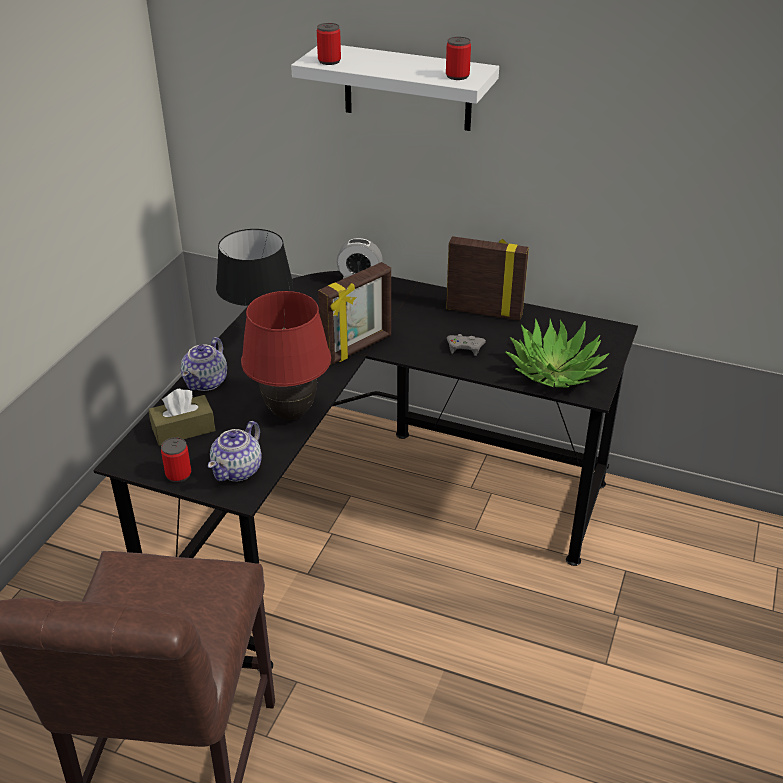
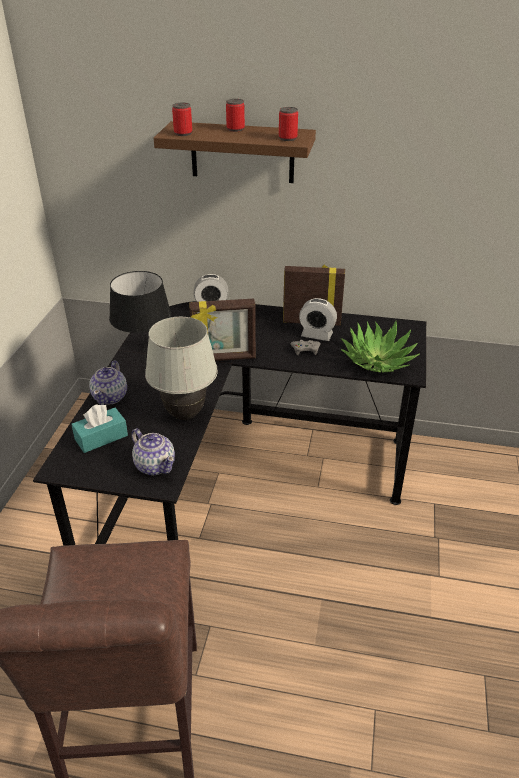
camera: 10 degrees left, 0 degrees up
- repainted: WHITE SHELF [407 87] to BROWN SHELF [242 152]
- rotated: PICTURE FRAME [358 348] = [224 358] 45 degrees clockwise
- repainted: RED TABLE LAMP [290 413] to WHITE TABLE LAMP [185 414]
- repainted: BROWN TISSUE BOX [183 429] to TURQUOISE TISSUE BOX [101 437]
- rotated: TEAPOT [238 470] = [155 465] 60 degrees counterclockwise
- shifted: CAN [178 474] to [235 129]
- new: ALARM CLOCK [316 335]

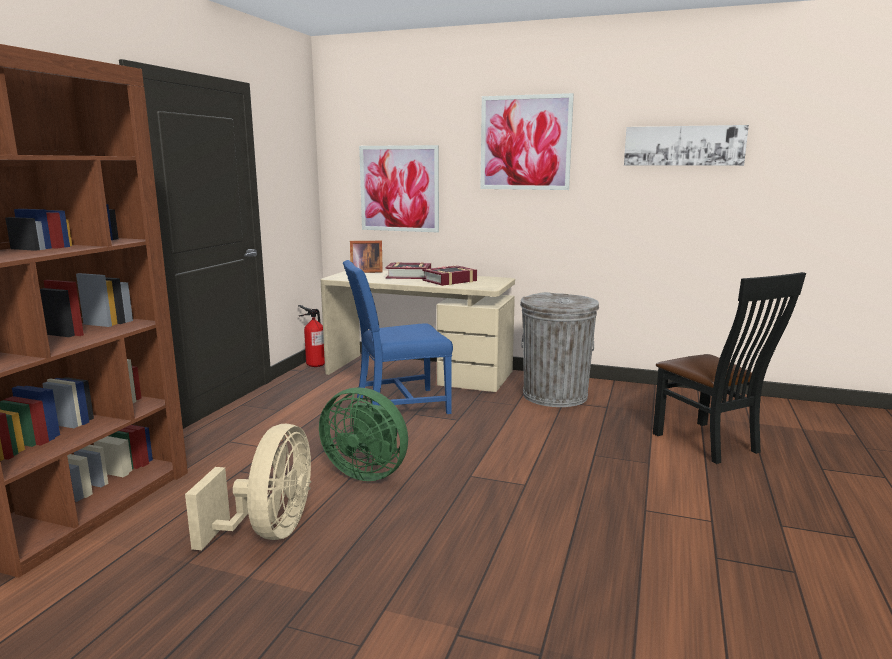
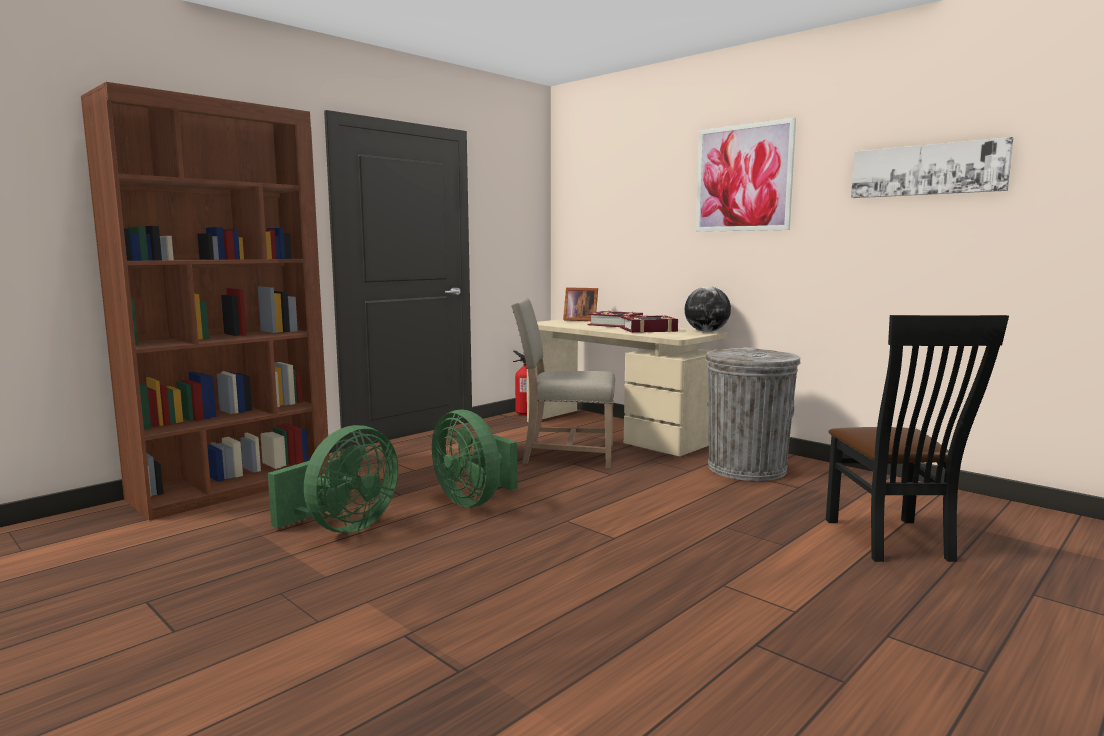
camera: 25 degrees right, 5 degrees down
- gone: PICTURE [399 188]
- repainted: BLUE CHAIR [398 406] to BEIGE CHAIR [565 455]
- repainted: BEIGE FAN [269 531] to GREEN FAN [343 527]
- new: GLOBE [706 331]

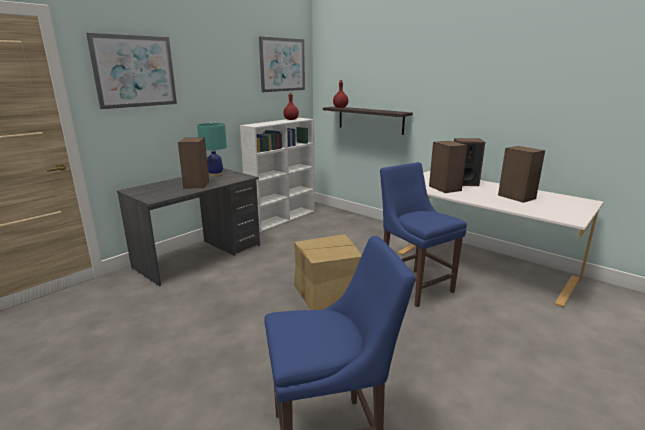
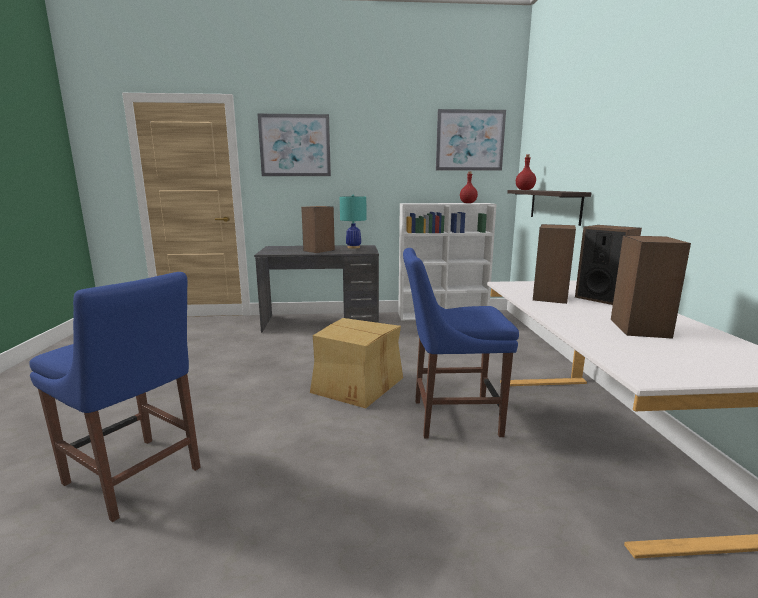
camera: 45 degrees right, 5 degrees down
- rotated: BLUE CHAIR [414 285] = [450 417] 105 degrees counterclockwise

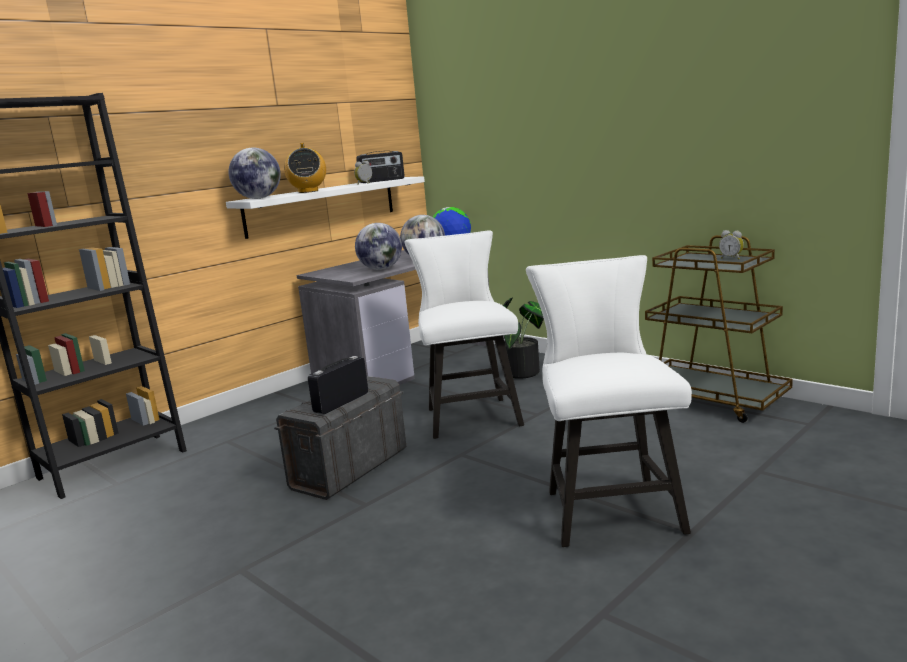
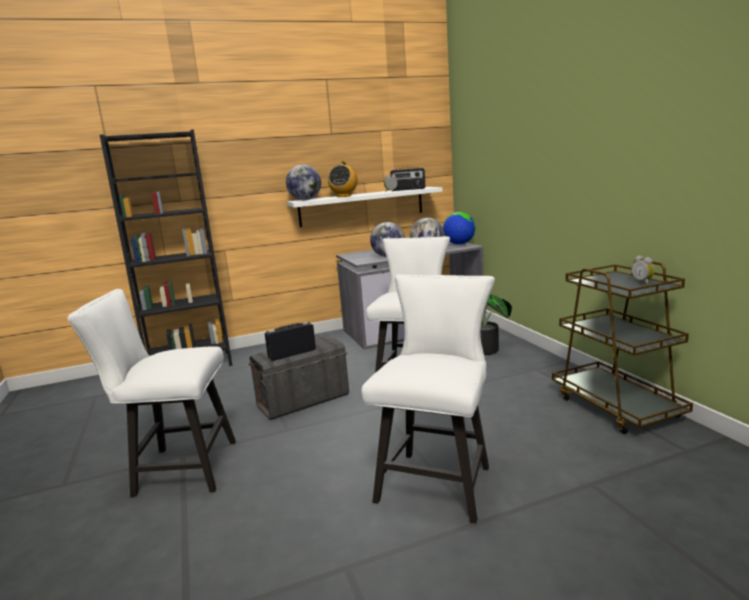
camera: 25 degrees right, 0 degrees up
- new: WHITE CHAIR [178 469]

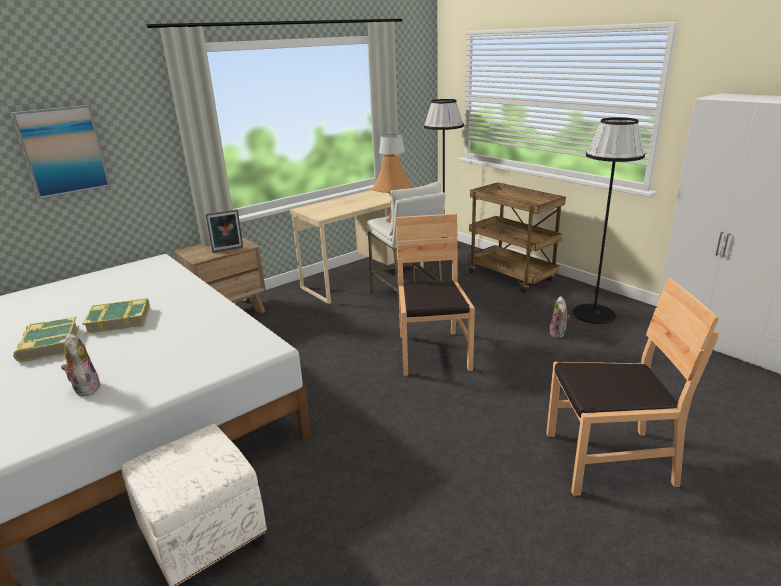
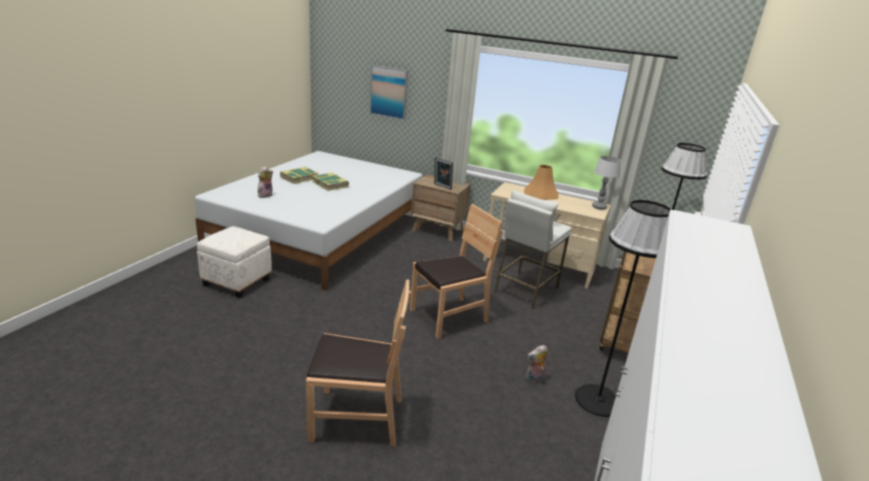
camera: 60 degrees right, 0 degrees up
- rotated: BROWN CHAIR [608 460] = [356 418] 60 degrees counterclockwise

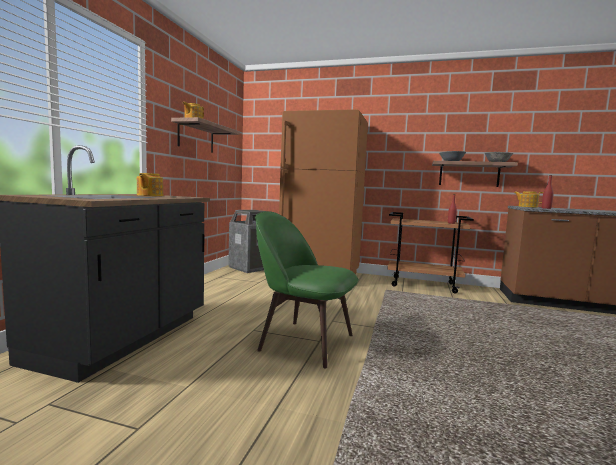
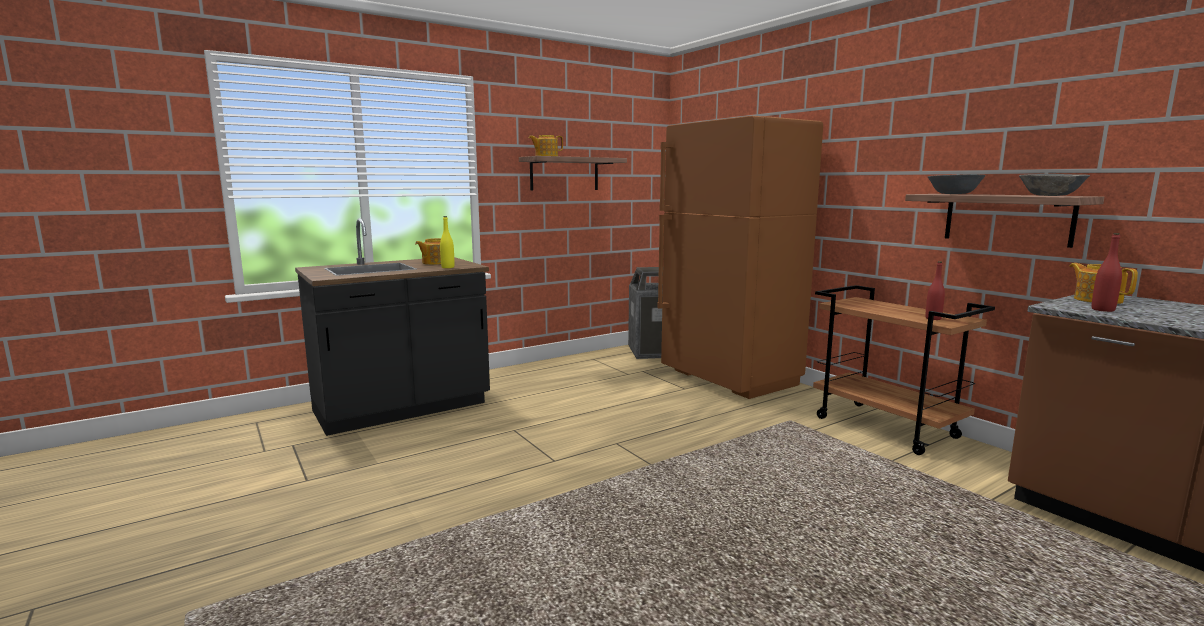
camera: 40 degrees right, 5 degrees up
- gone: GREEN CHAIR [303 341]
- new: YELLOW BOTTLE [447 267]

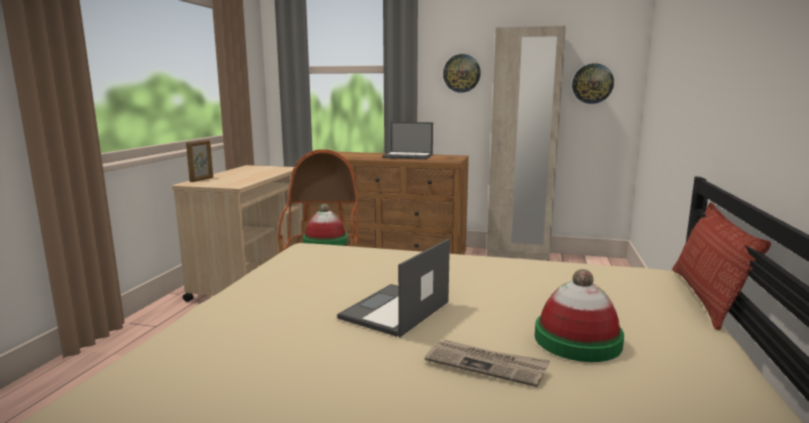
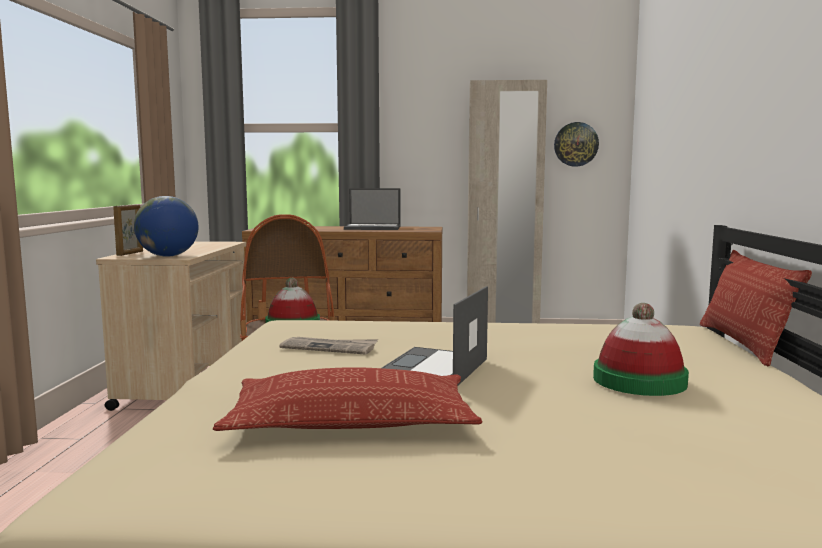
camera: 10 degrees left, 5 degrees down
- gone: WALL CLOCK [461 73]
- shifted: NEWSPAPER [486 364] to [329 348]
- new: GLOBE [168 256]
- new: PILLOW [351 420]

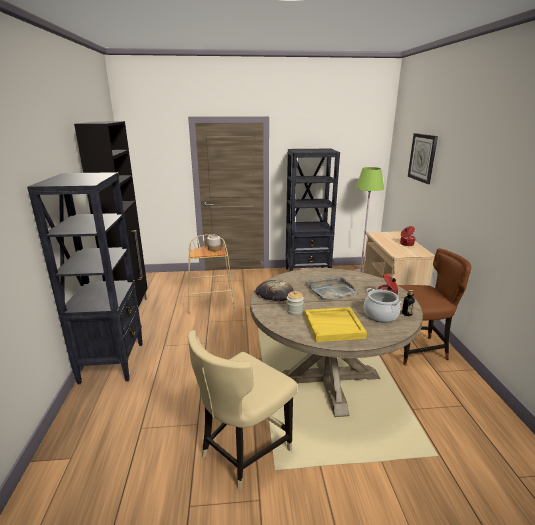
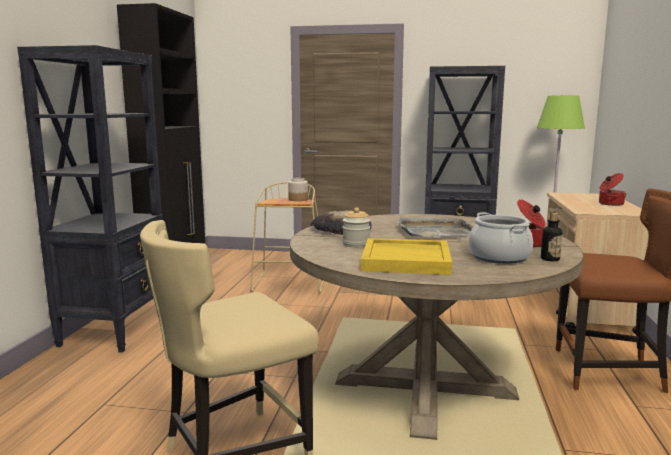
camera: 15 degrees right, 10 degrees down
- gone: WALL CLOCK [422 157]

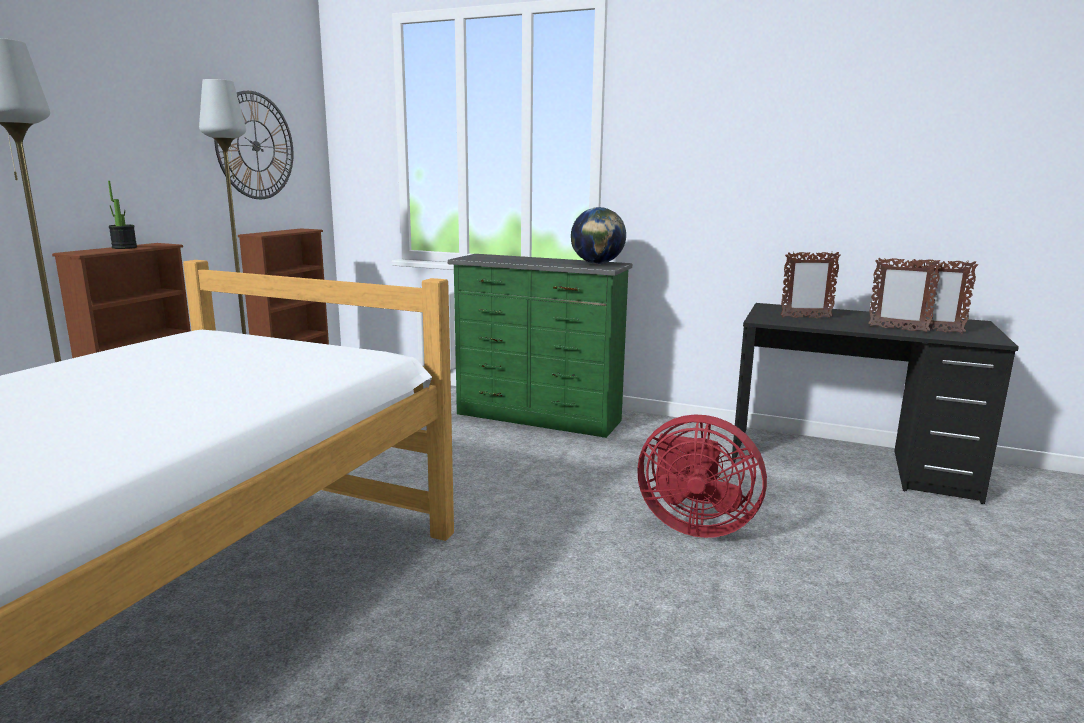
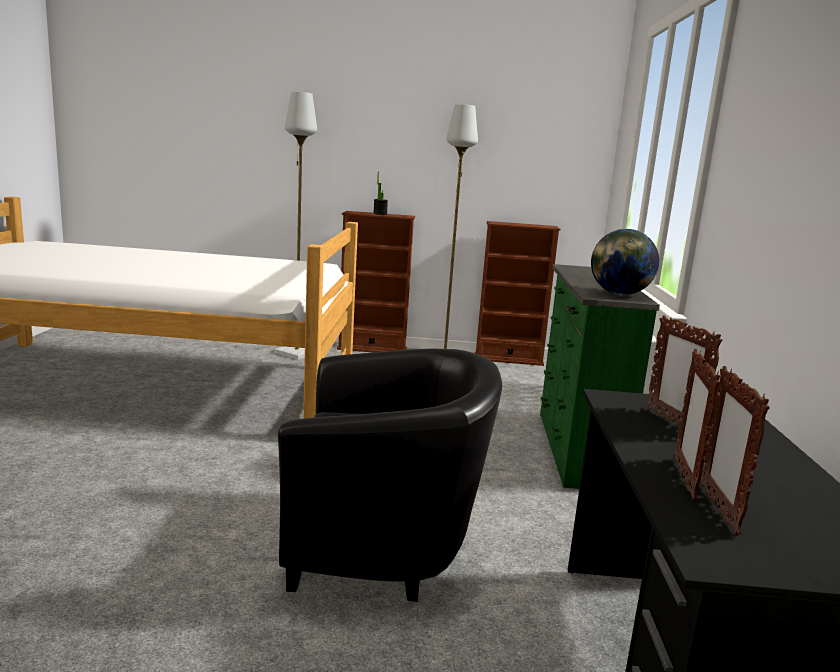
camera: 70 degrees right, 0 degrees up
- gone: WALL CLOCK [256 146]
- swapped: RED FAN [693 525] to BLACK ARMCHAIR [385 545]

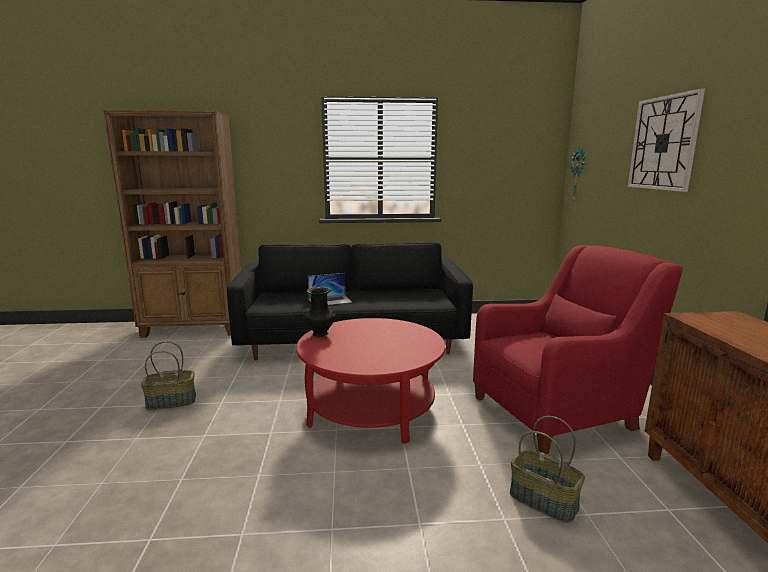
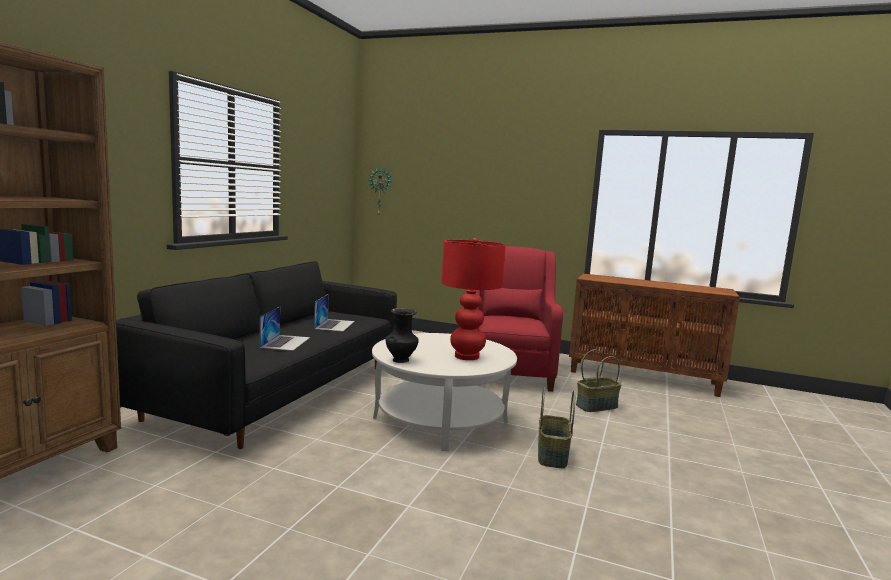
camera: 65 degrees left, 5 degrees down
- gone: WALL CLOCK [663 143]
- repainted: RED COFFEE TABLE [371 408] to WHITE COFFEE TABLE [440 419]
- shifted: BASKET [172 401] to [551 455]
- new: RED TABLE LAMP [467 356]
- new: LAPTOP [334 325]

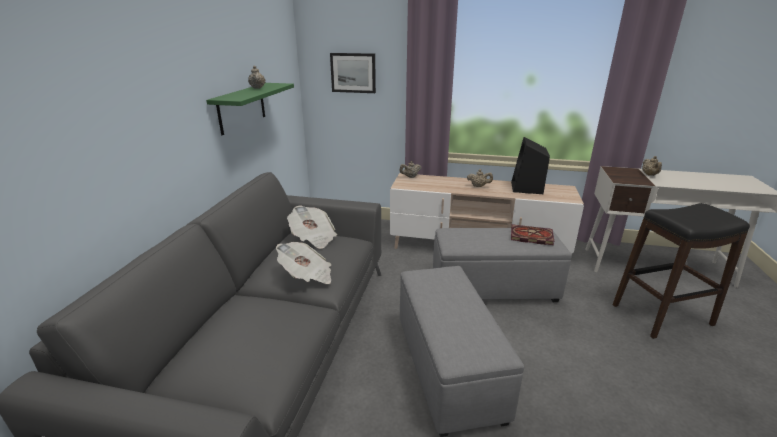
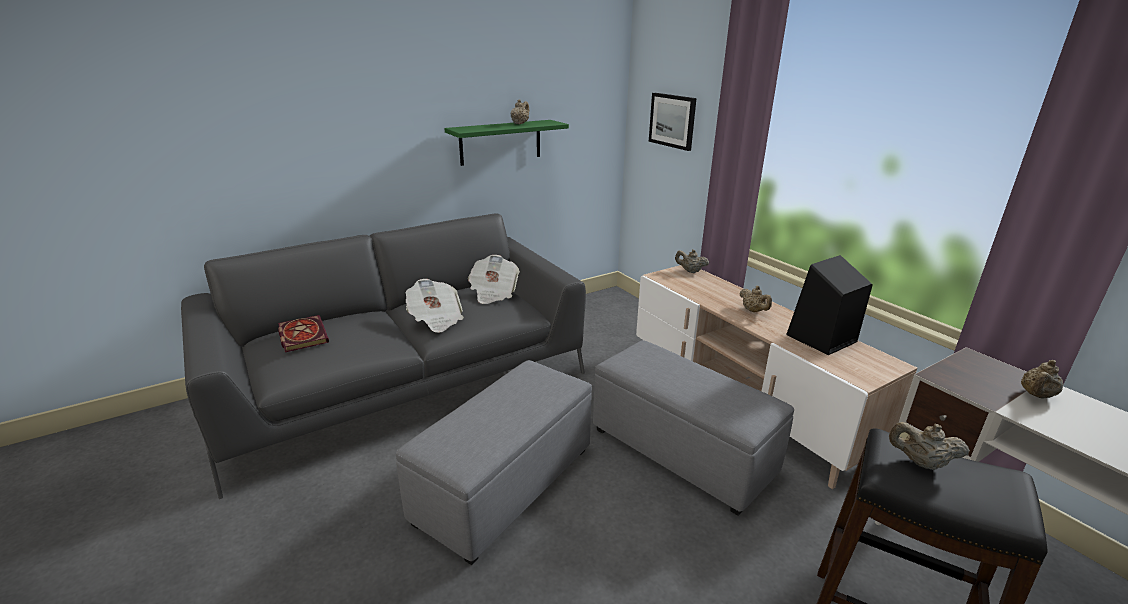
camera: 45 degrees right, 0 degrees up
- shifted: BOOK [530 236] to [302 335]
- new: BEIGE TEAPOT [921 463]

